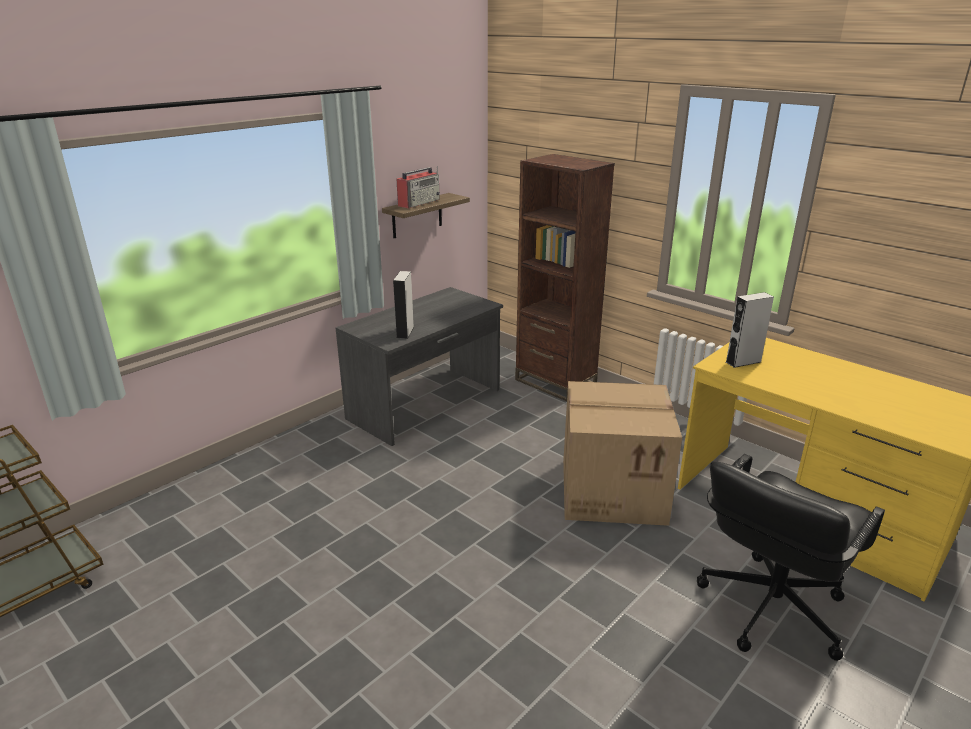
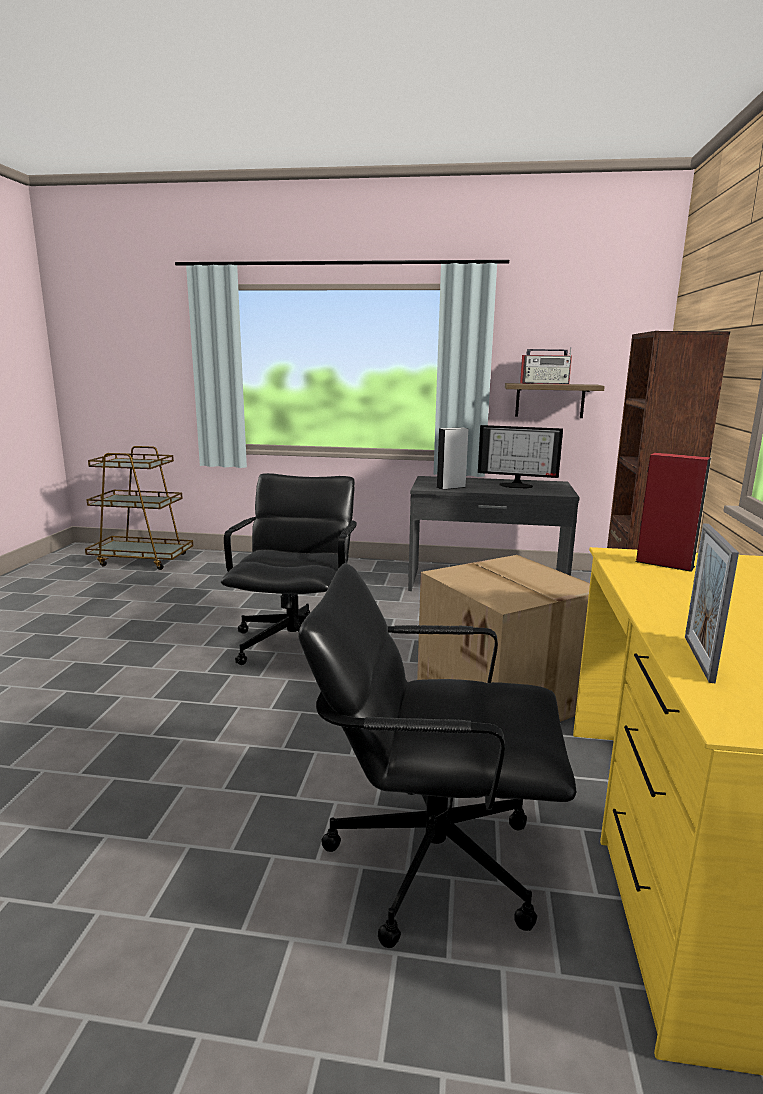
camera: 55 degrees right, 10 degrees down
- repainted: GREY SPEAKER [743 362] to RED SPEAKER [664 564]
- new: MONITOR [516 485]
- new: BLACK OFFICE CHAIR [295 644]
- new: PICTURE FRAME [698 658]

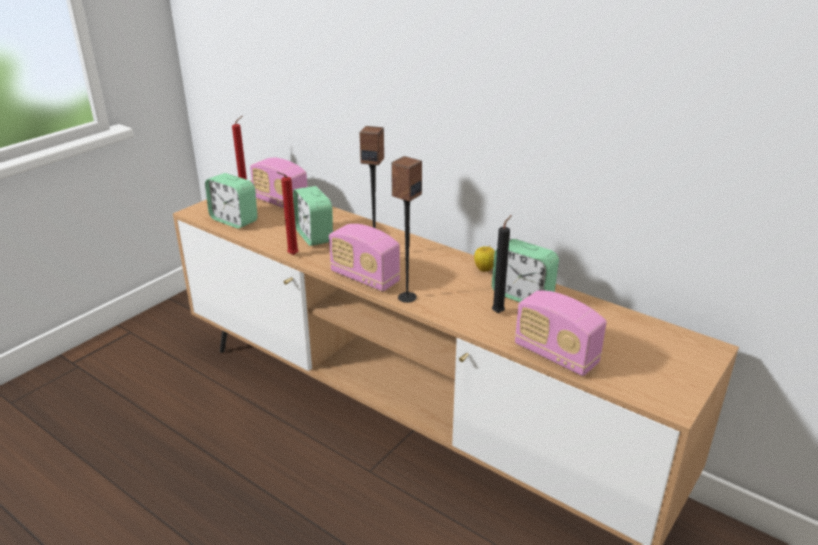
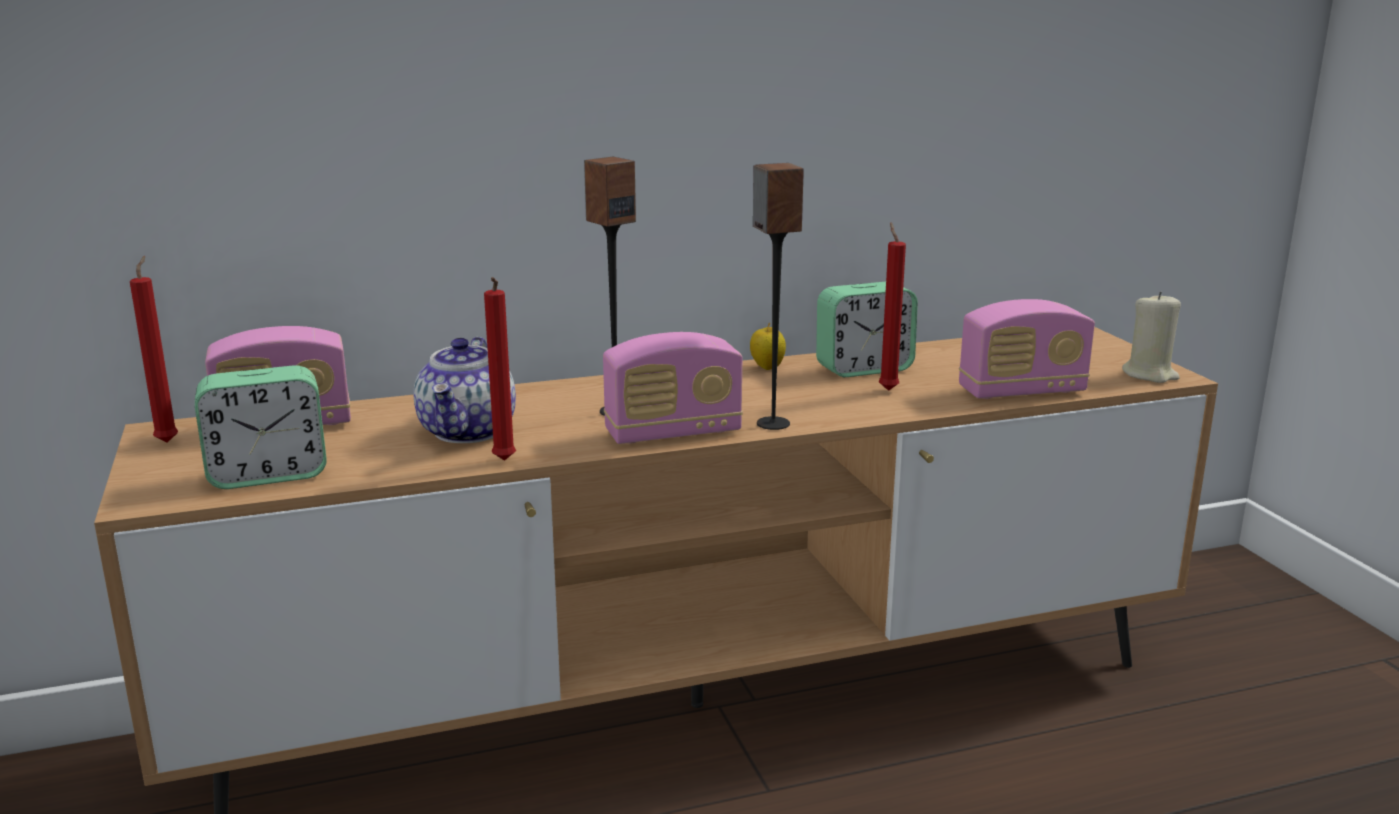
camera: 55 degrees left, 10 degrees down
- swapped: ALARM CLOCK [314 236] to TEAPOT [468 432]
- repainted: BLACK CANDLE [499 312] to RED CANDLE [887 389]
- new: BEIGE CANDLE [1149 375]

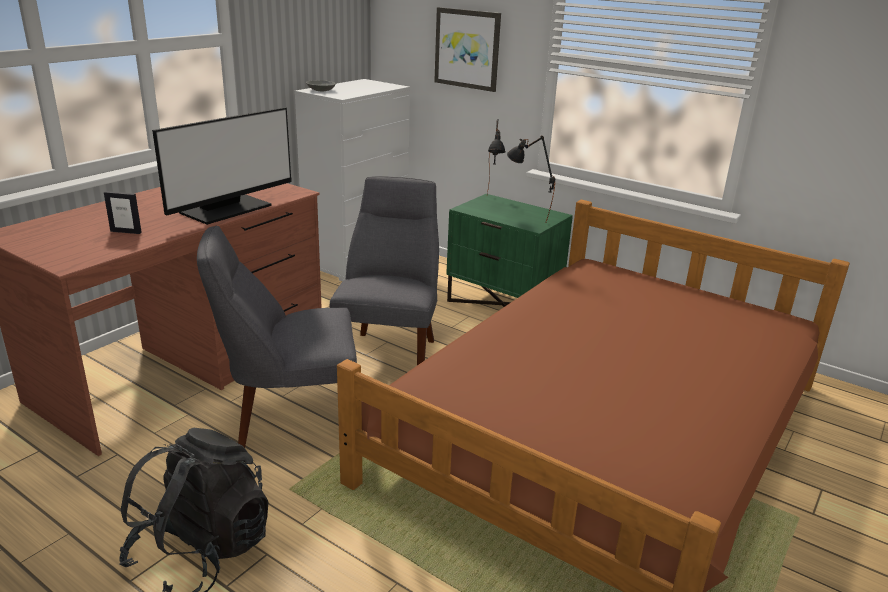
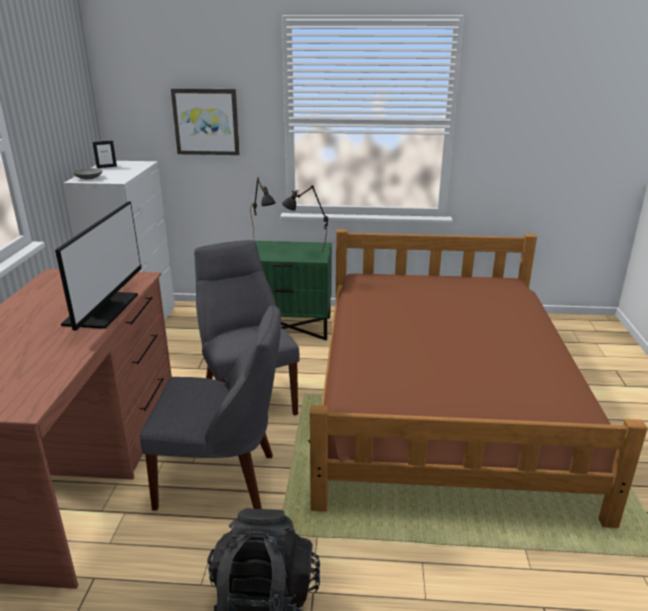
camera: 30 degrees left, 0 degrees up
- shifted: PICTURE FRAME [126 232] to [106 167]
- rotated: GREY CHAIR [290 422] = [222 480] 135 degrees counterclockwise

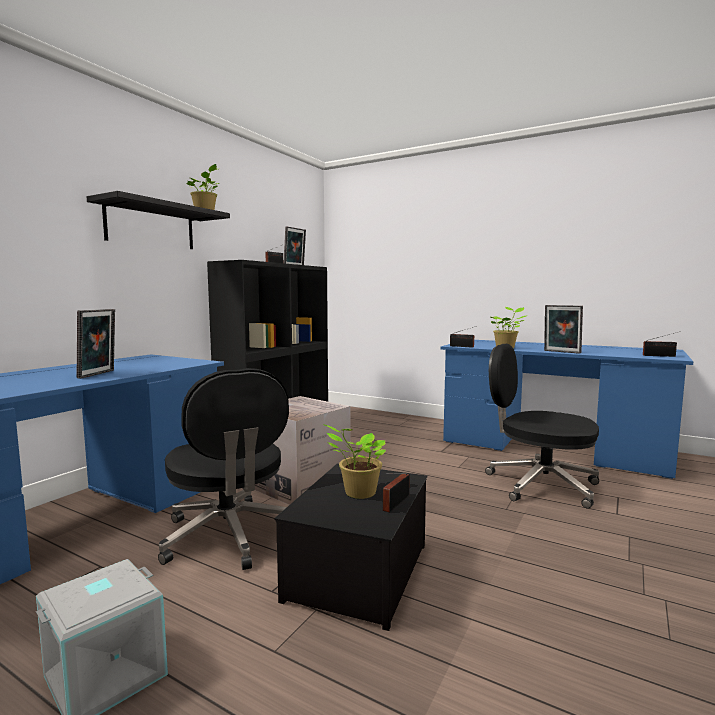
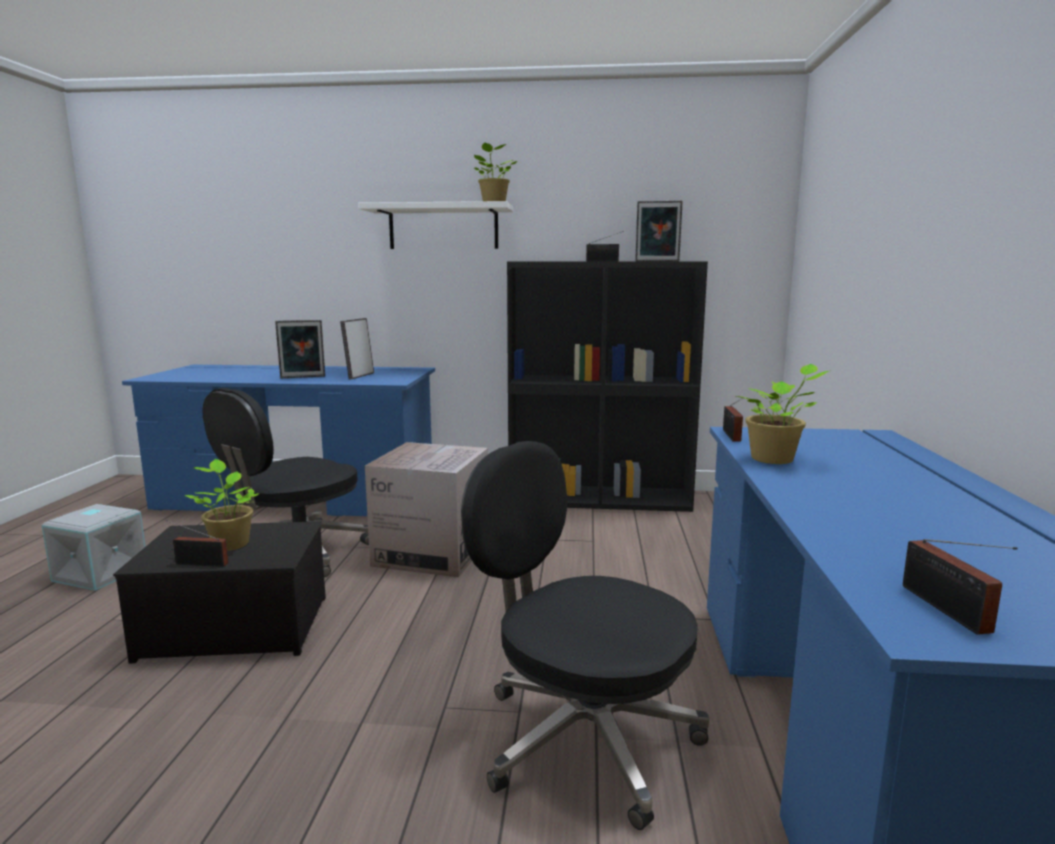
camera: 65 degrees right, 5 degrees up
- repainted: BLACK SHELF [151 226] to WHITE SHELF [443 227]
- shifted: PICTURE FRAME [561 352] to [359 376]
- rotated: BLACK OFFICE CHAIR [539 484] = [583 737] 60 degrees counterclockwise

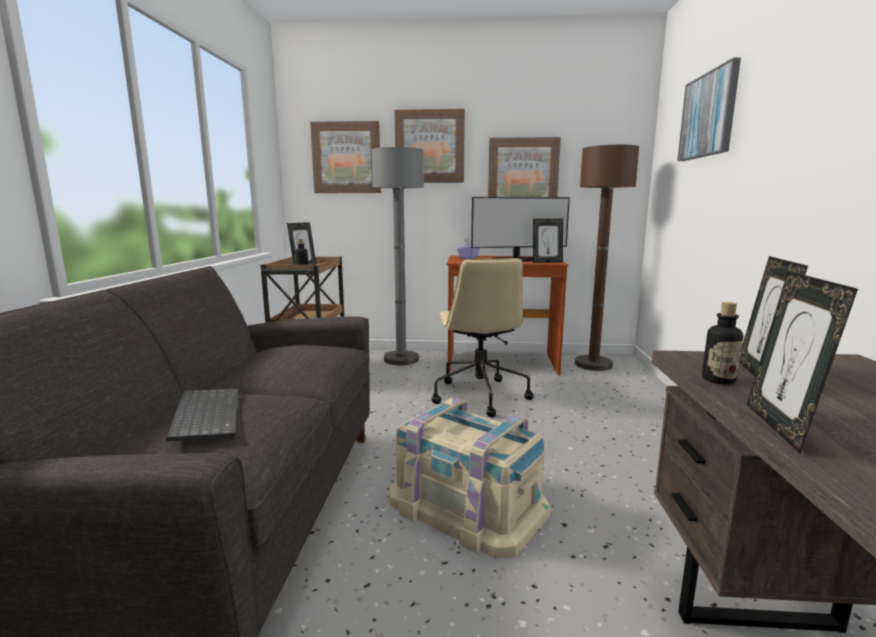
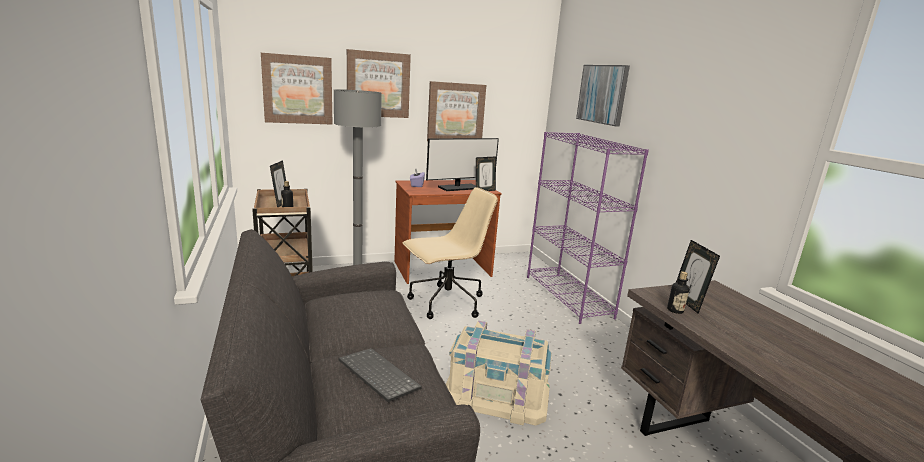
camera: 25 degrees left, 5 degrees up
- gone: BROWN FLOOR LAMP [593 364]
- rotated: BEIGE OFFICE CHAIR [479 395] = [446 303] 90 degrees counterclockwise
- gone: PICTURE FRAME [780 427]
- new: PURPLE BOOKCASE [568 297]

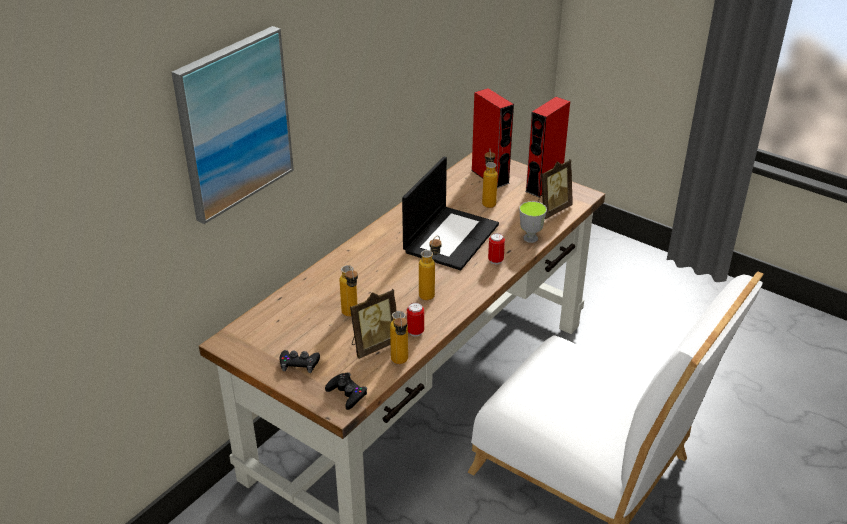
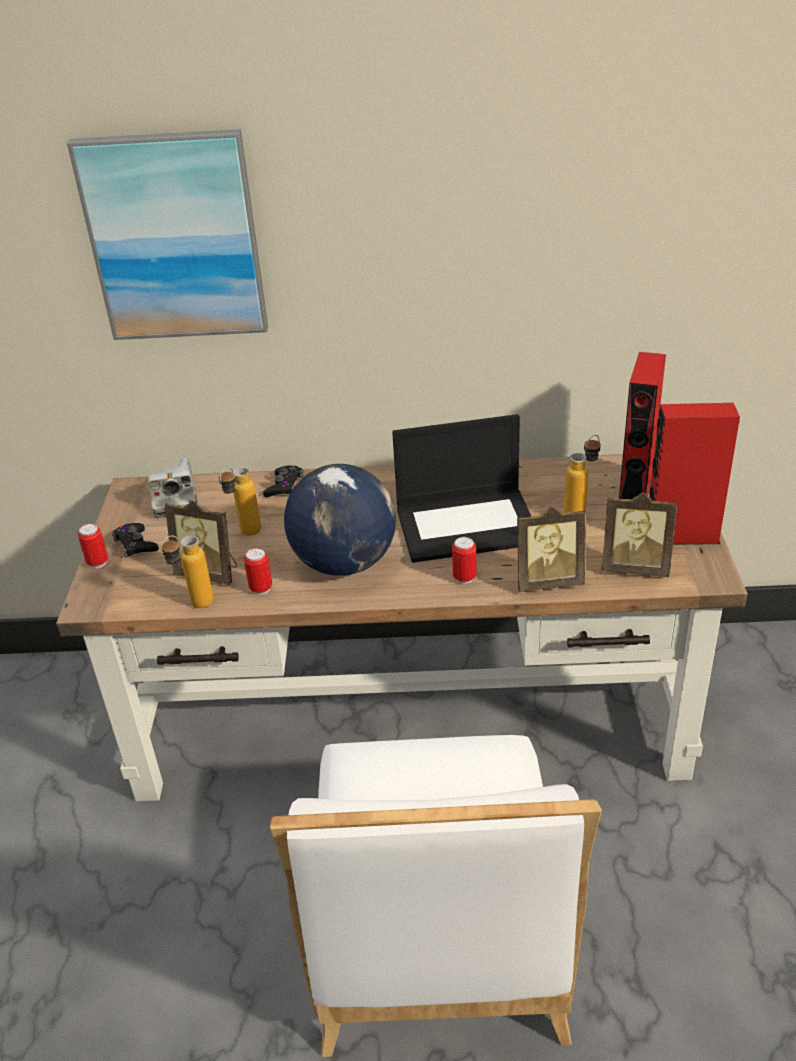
camera: 55 degrees right, 0 degrees up
- swapped: CUP [530 238] to PICTURE FRAME [548 581]
- swapped: BOTTLE [430 292] to GLOBE [344 563]
- shifted: BLACK GAME CONTROLLER [347 393] to [284 486]
- new: PHOTO CAMERA [175 501]
- new: CAN [98 563]

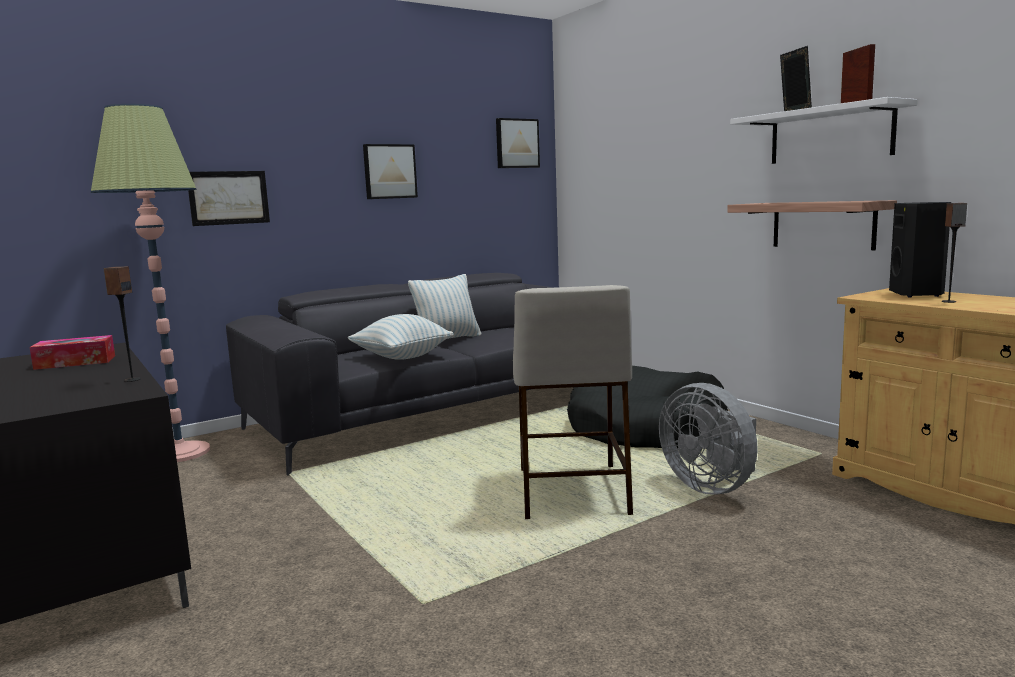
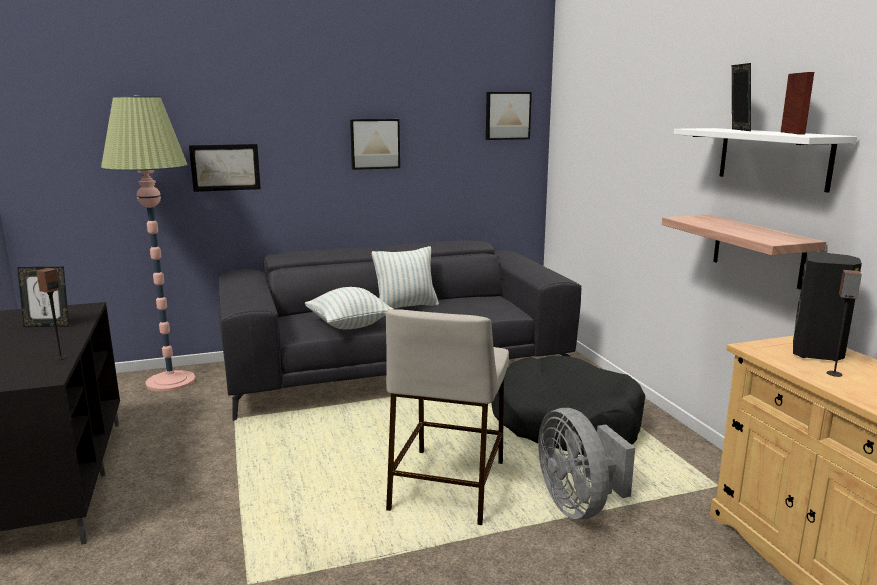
camera: 15 degrees right, 5 degrees up
- swapped: TISSUE BOX [75 362] to PICTURE FRAME [48 325]

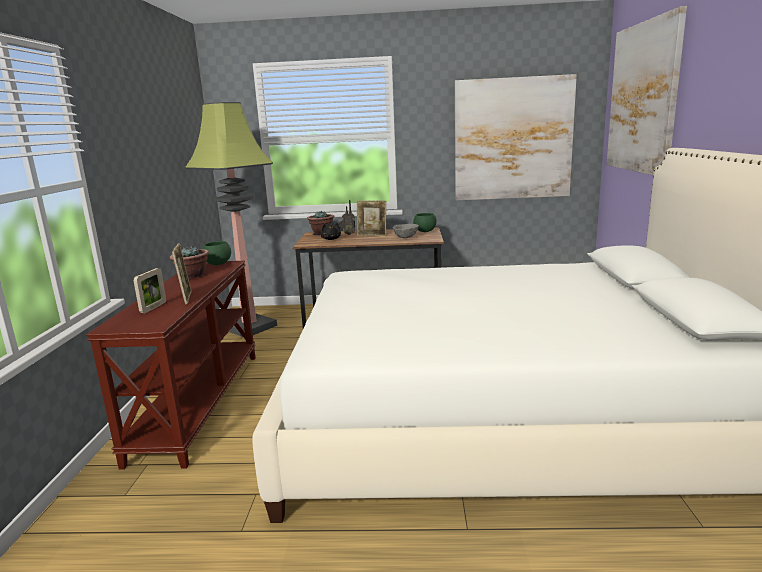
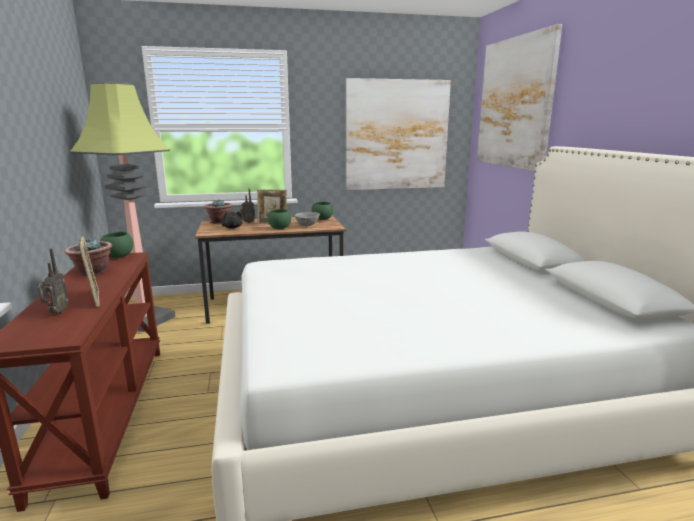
camera: 15 degrees left, 0 degrees up
- swapped: PICTURE FRAME [153 308] to RADIO [56 313]
- new: GREEN BOWL [279 228]

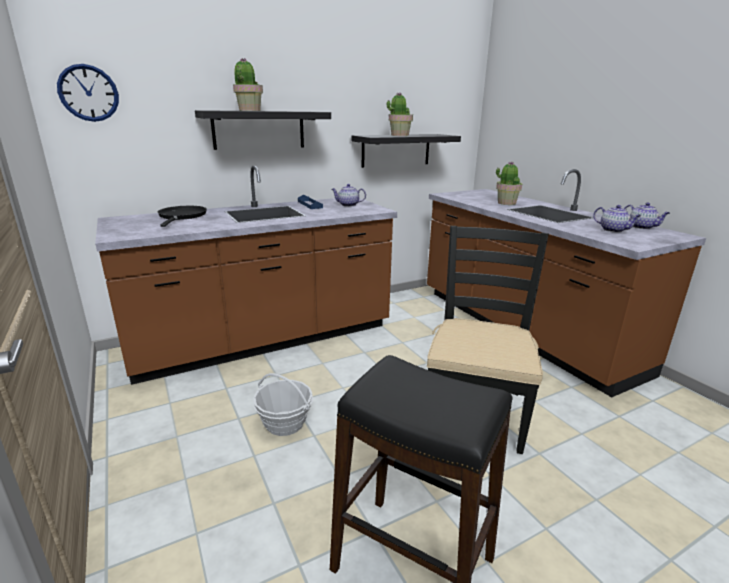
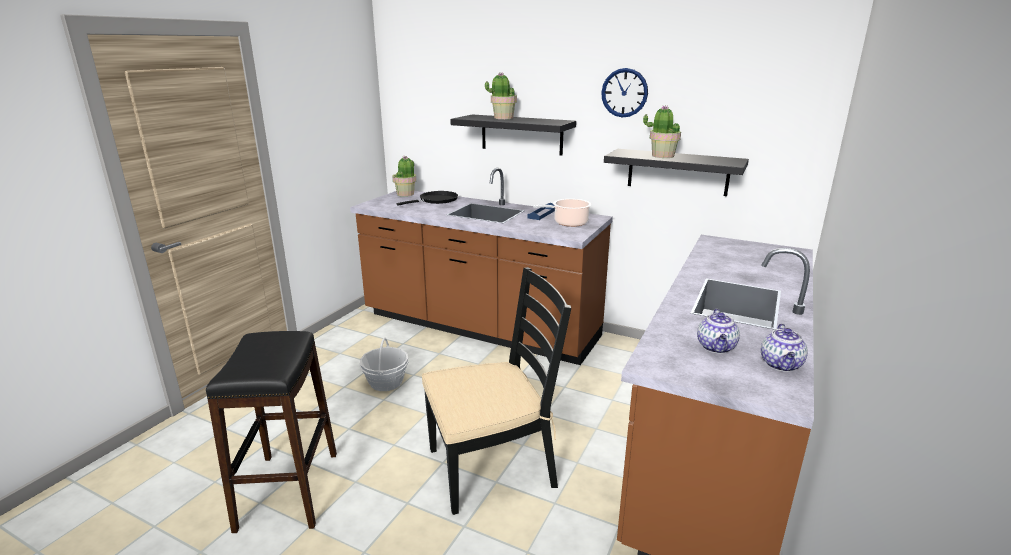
camera: 55 degrees right, 0 degrees up
- shifted: WALL CLOCK [88 93] to [624 93]
- shifted: POTTED PLANT [506 203] to [405 194]
- swapped: TEAPOT [348 205] to COOKING POT [568 223]

